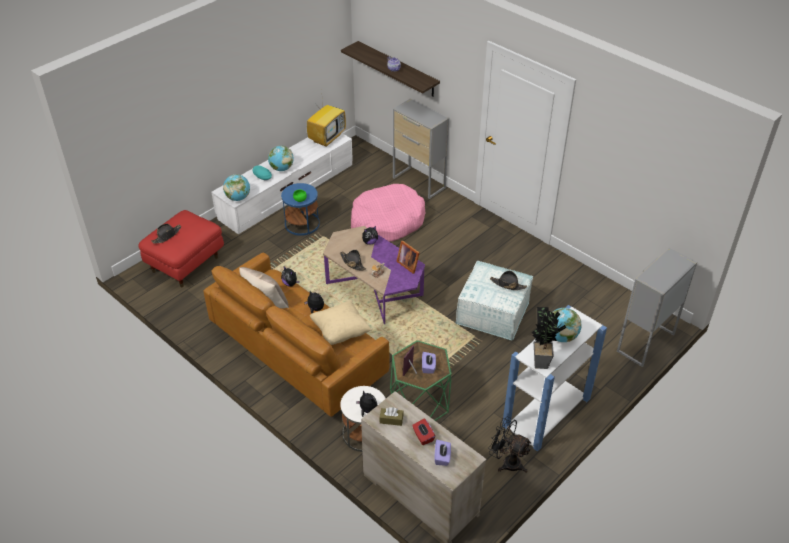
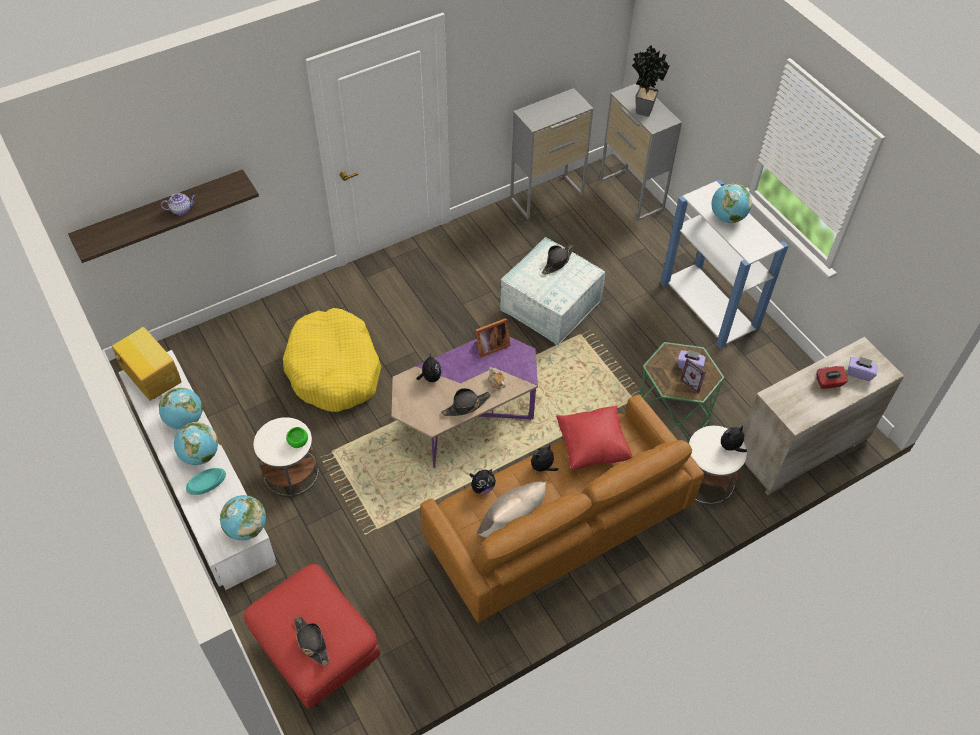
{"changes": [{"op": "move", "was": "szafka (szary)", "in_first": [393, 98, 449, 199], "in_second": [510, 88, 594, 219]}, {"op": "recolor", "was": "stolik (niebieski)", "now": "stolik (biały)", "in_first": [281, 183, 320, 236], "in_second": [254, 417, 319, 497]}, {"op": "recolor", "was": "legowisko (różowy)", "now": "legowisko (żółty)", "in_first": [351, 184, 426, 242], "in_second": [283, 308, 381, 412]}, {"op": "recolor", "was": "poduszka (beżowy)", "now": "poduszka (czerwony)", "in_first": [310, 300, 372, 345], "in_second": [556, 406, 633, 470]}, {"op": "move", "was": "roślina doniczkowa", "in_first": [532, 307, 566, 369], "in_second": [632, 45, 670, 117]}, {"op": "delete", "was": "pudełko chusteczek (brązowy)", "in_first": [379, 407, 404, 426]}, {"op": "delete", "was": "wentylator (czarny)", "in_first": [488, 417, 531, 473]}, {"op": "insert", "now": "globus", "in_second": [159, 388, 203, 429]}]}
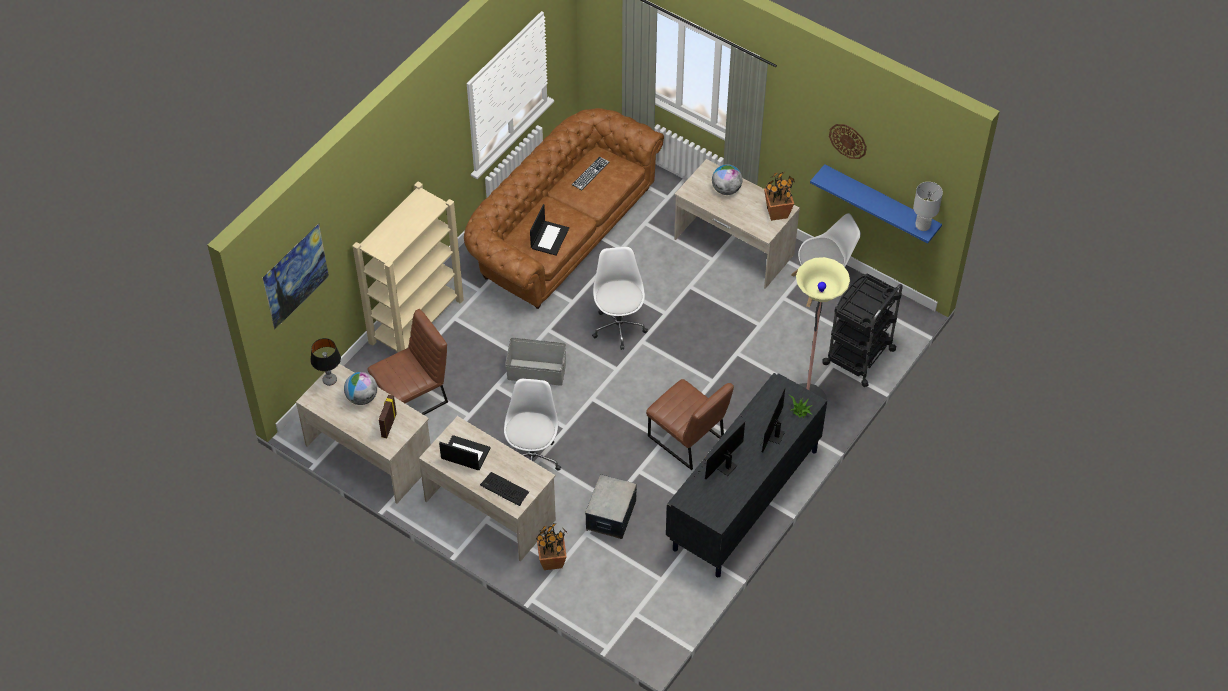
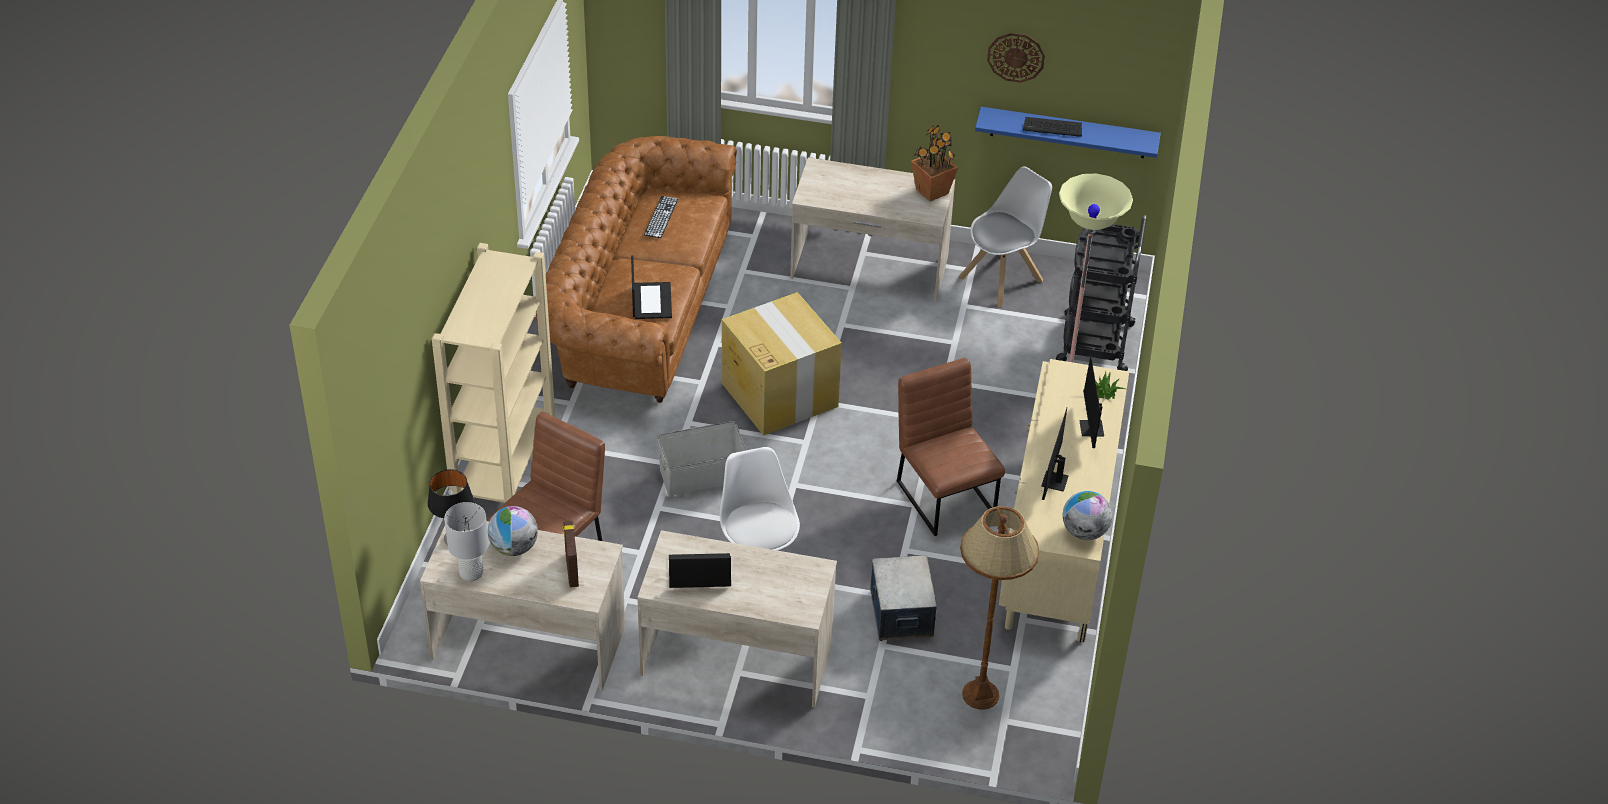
{"changes": [{"op": "move", "was": "globus", "in_first": [712, 164, 742, 195], "in_second": [1063, 491, 1112, 540]}, {"op": "move", "was": "lampa stołowa (szary)", "in_first": [913, 182, 943, 231], "in_second": [444, 502, 489, 581]}, {"op": "delete", "was": "obraz", "in_first": [263, 224, 329, 330]}, {"op": "replace", "was": "krzesło biurowe (biały)", "now": "karton", "in_first": [592, 247, 648, 350], "in_second": [722, 292, 842, 436]}, {"op": "recolor", "was": "szafka (czarny)", "now": "szafka (beżowy)", "in_first": [666, 373, 827, 577], "in_second": [999, 359, 1129, 643]}, {"op": "rotate", "was": "krzesło (brązowy)", "in_first": [646, 379, 734, 470], "in_second": [897, 358, 1005, 536], "clockwise": -135}, {"op": "move", "was": "klawiatura", "in_first": [480, 472, 529, 506], "in_second": [1023, 117, 1082, 137]}, {"op": "delete", "was": "roślina doniczkowa", "in_first": [536, 523, 567, 570]}, {"op": "insert", "now": "lampa stojąca (brązowy)", "in_second": [960, 506, 1040, 710]}]}
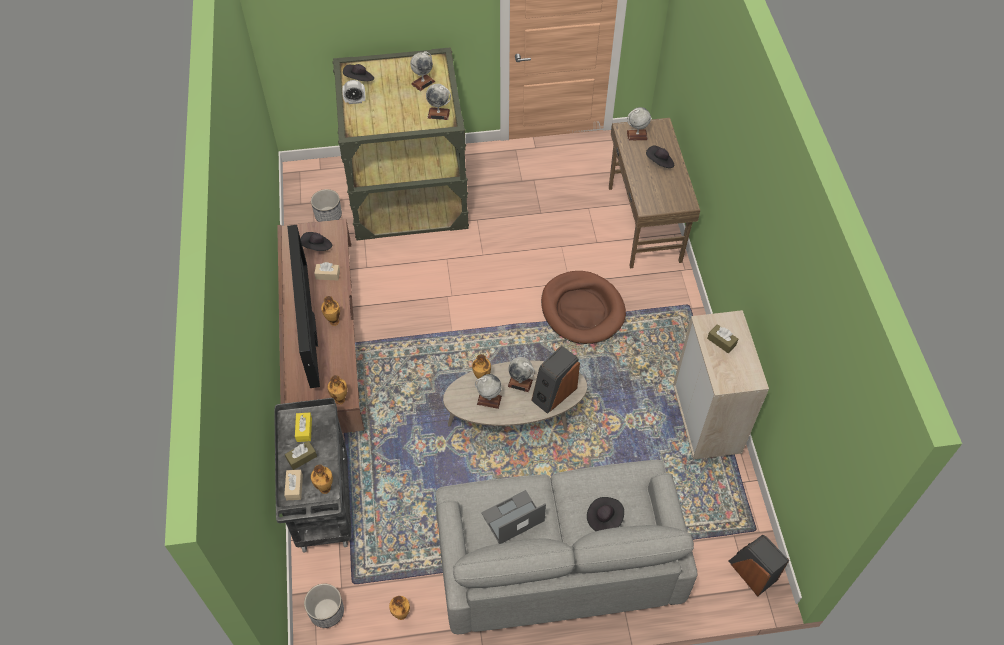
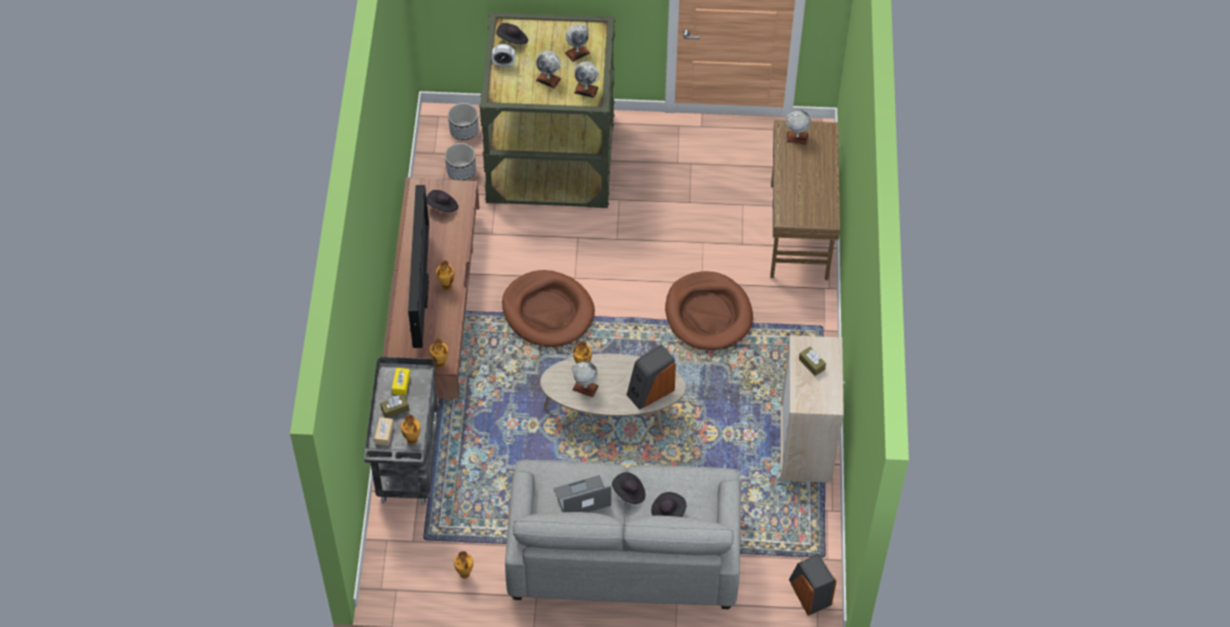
{"changes": [{"op": "move", "was": "kapelusz (czarny)", "in_first": [646, 145, 674, 168], "in_second": [612, 472, 645, 504]}, {"op": "delete", "was": "pudełko chusteczek (beżowy)", "in_first": [314, 262, 340, 280]}, {"op": "move", "was": "globus", "in_first": [508, 357, 535, 392], "in_second": [536, 51, 561, 88]}, {"op": "move", "was": "donica", "in_first": [304, 584, 344, 628], "in_second": [448, 103, 479, 140]}, {"op": "insert", "now": "legowisko (brązowy)", "in_second": [502, 270, 595, 347]}]}
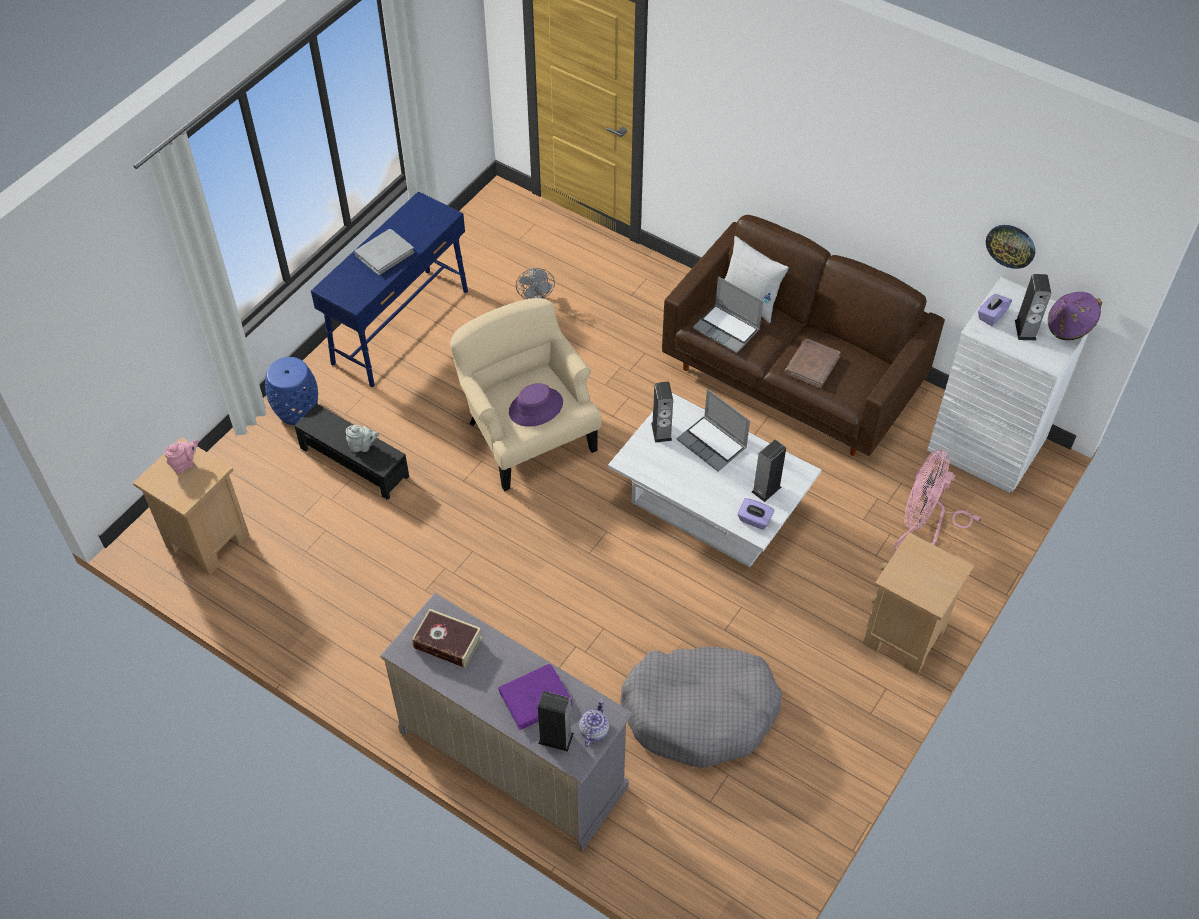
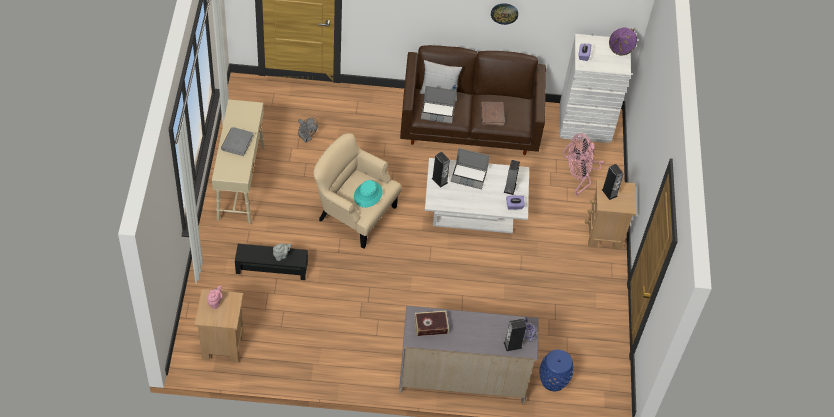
{"changes": [{"op": "recolor", "was": "stolik konsolowy (niebieski)", "now": "stolik konsolowy (beżowy)", "in_first": [311, 191, 468, 387], "in_second": [212, 99, 265, 223]}, {"op": "move", "was": "zegar ścienny", "in_first": [986, 225, 1035, 269], "in_second": [491, 3, 518, 25]}, {"op": "move", "was": "głośnik", "in_first": [1015, 274, 1051, 340], "in_second": [601, 164, 624, 200]}, {"op": "move", "was": "stołek (niebieski)", "in_first": [265, 357, 318, 425], "in_second": [540, 349, 574, 391]}, {"op": "recolor", "was": "kapelusz (fioletowy)", "now": "kapelusz (turkusowy)", "in_first": [509, 383, 563, 427], "in_second": [354, 180, 383, 208]}, {"op": "delete", "was": "legowisko (szary)", "in_first": [620, 646, 782, 768]}, {"op": "delete", "was": "książka (fioletowy)", "in_first": [498, 664, 572, 730]}]}
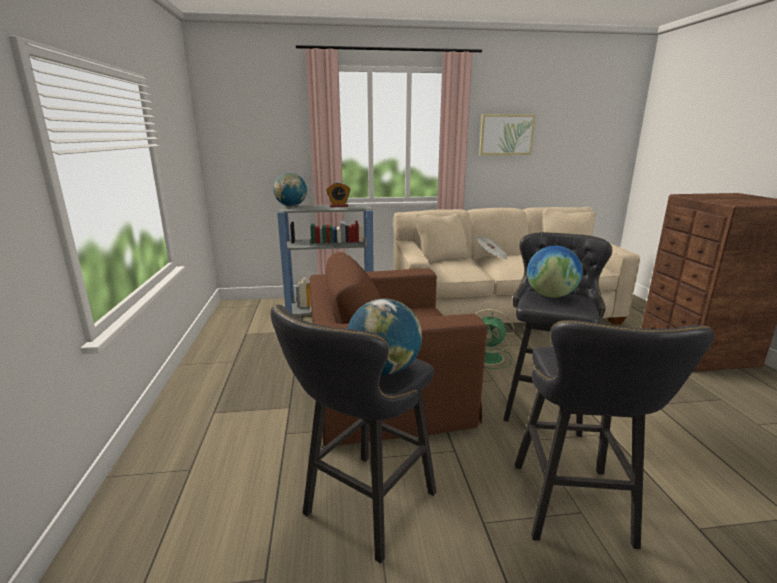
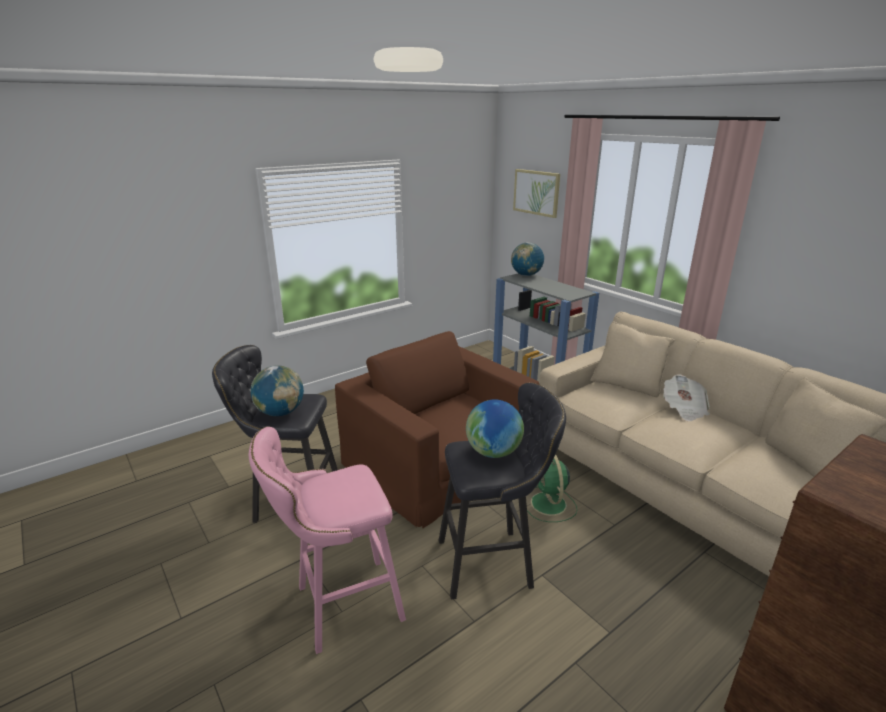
{"changes": [{"op": "move", "was": "obraz", "in_first": [479, 114, 535, 155], "in_second": [513, 169, 560, 218]}, {"op": "delete", "was": "budzik", "in_first": [326, 182, 350, 207]}, {"op": "recolor", "was": "stołek (czarny)", "now": "stołek (różowy)", "in_first": [515, 320, 714, 549], "in_second": [249, 426, 406, 654]}]}
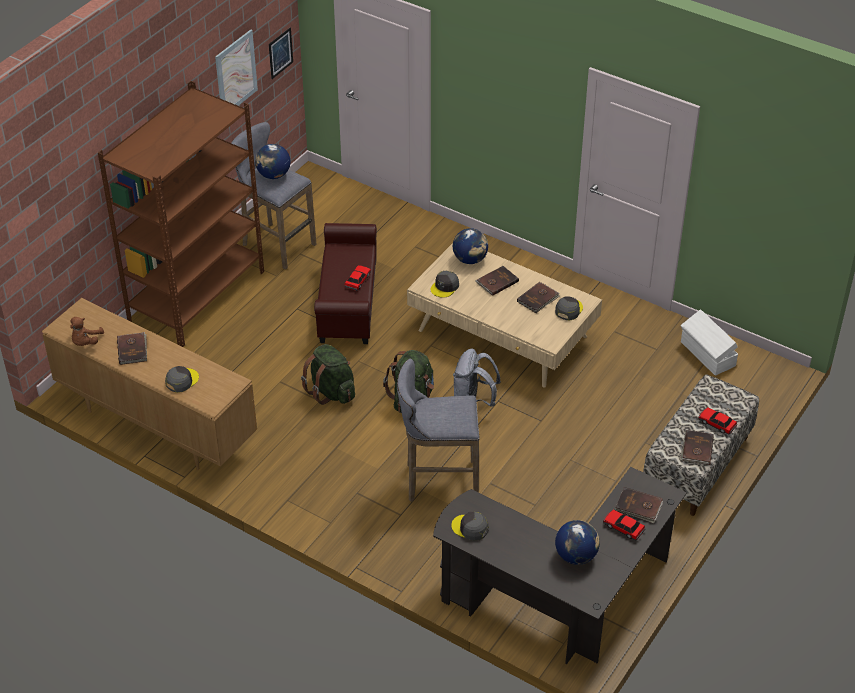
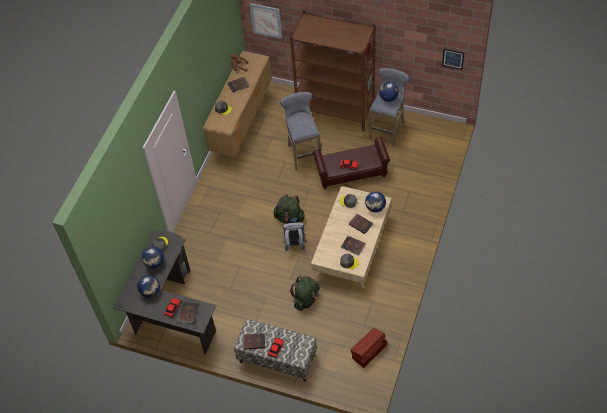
{"changes": [{"op": "move", "was": "obraz", "in_first": [215, 29, 258, 106], "in_second": [250, 3, 282, 39]}, {"op": "recolor", "was": "pojemnik do przechowywania (biały)", "now": "pojemnik do przechowywania (brązowy)", "in_first": [681, 309, 738, 376], "in_second": [351, 328, 387, 368]}, {"op": "move", "was": "plecak (zielony)", "in_first": [301, 344, 355, 405], "in_second": [290, 275, 320, 311]}, {"op": "move", "was": "stołek (szary)", "in_first": [397, 359, 480, 502], "in_second": [280, 92, 321, 171]}, {"op": "insert", "now": "globus", "in_second": [142, 247, 164, 269]}]}
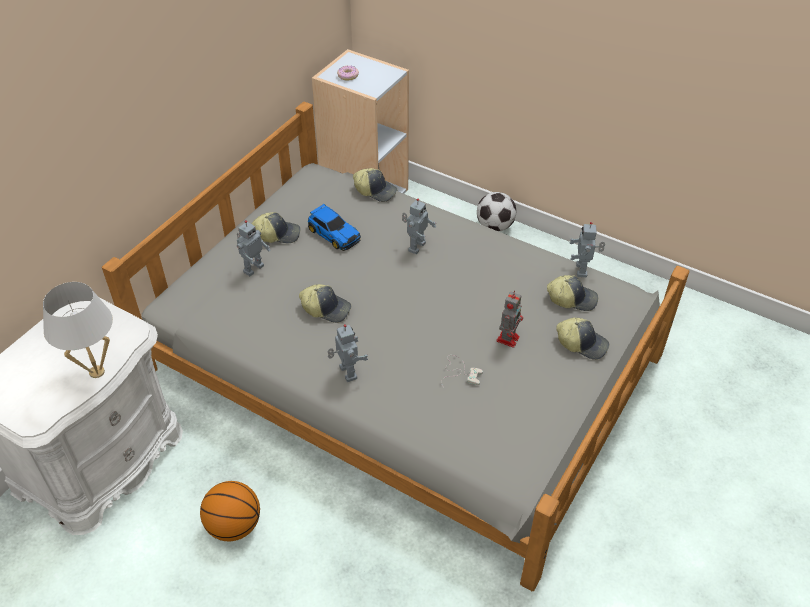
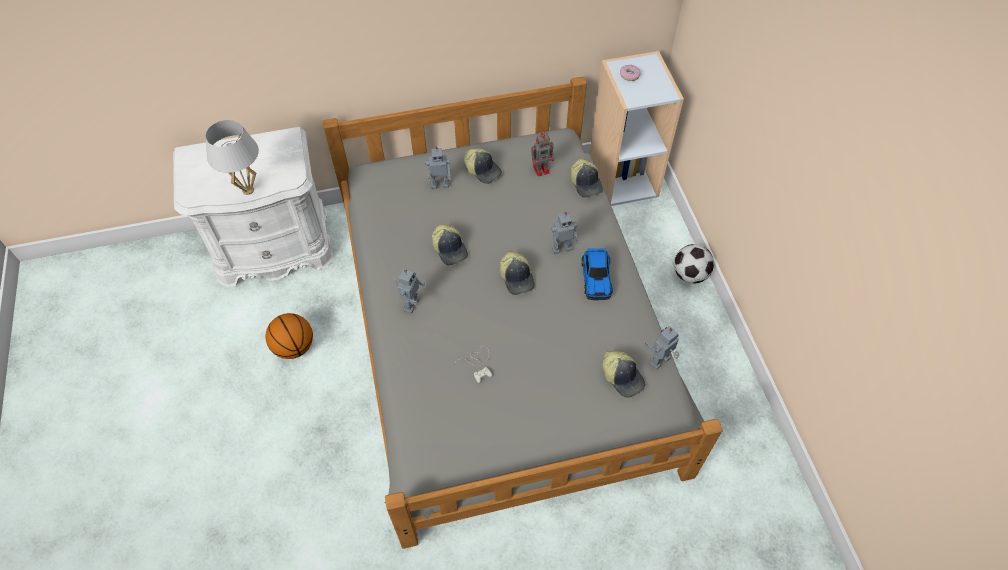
{"changes": [{"op": "move", "was": "samochodzik", "in_first": [308, 204, 361, 251], "in_second": [581, 248, 613, 300]}, {"op": "move", "was": "robot zabawkowy", "in_first": [496, 290, 523, 348], "in_second": [531, 131, 554, 176]}, {"op": "move", "was": "czapka z daszkiem", "in_first": [556, 318, 609, 360], "in_second": [500, 251, 535, 295]}]}
